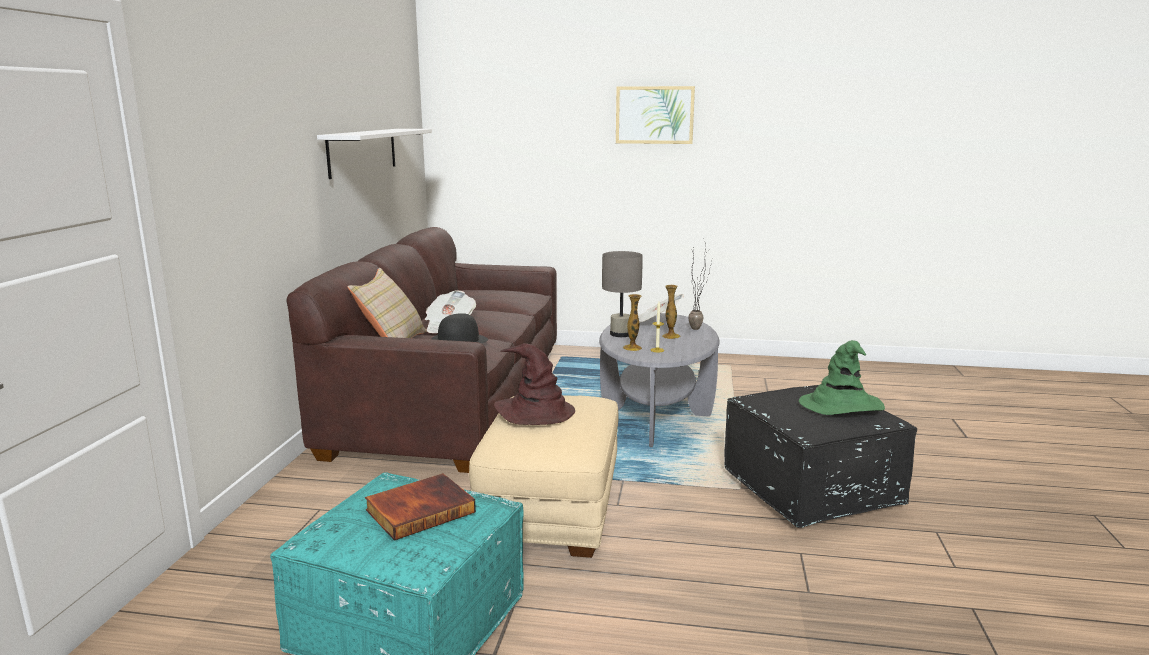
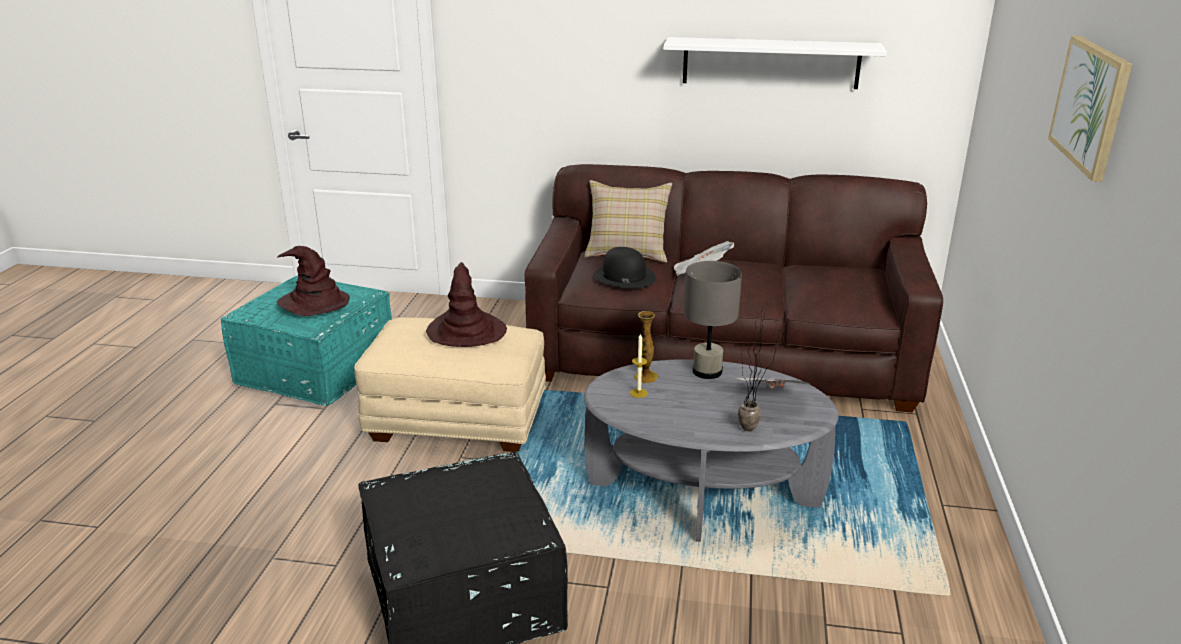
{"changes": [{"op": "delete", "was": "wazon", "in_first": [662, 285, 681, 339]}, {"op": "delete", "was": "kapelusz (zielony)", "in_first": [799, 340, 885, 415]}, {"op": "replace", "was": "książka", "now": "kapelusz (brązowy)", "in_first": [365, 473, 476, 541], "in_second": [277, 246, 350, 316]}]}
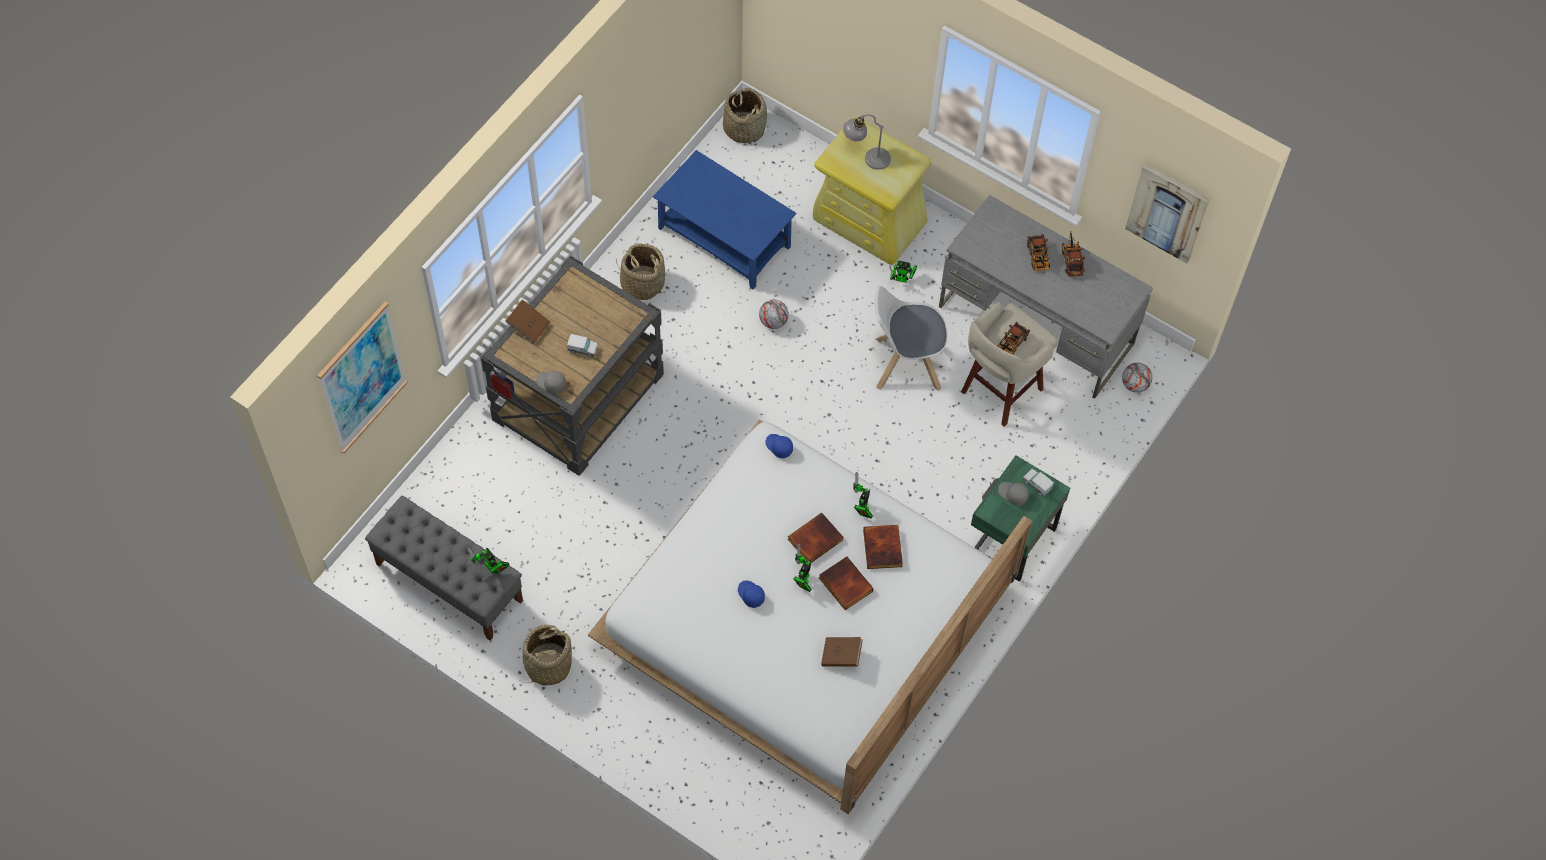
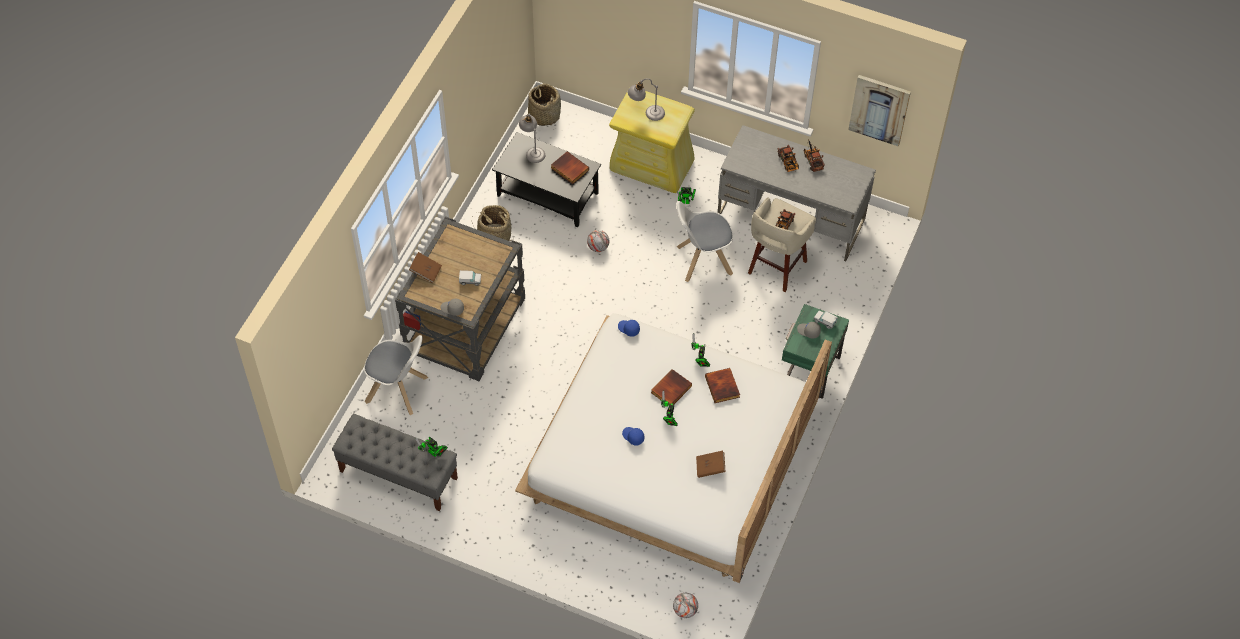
{"changes": [{"op": "recolor", "was": "ława (niebieski)", "now": "ława (czarny)", "in_first": [653, 150, 796, 289], "in_second": [492, 132, 601, 227]}, {"op": "delete", "was": "obraz", "in_first": [317, 301, 408, 454]}, {"op": "move", "was": "piłka futbolowa", "in_first": [1122, 363, 1152, 393], "in_second": [673, 593, 698, 618]}, {"op": "move", "was": "książka", "in_first": [819, 557, 873, 610], "in_second": [551, 151, 589, 184]}, {"op": "delete", "was": "koszyk", "in_first": [521, 624, 572, 686]}, {"op": "insert", "now": "lampa stołowa (szary)", "in_second": [519, 114, 545, 163]}, {"op": "insert", "now": "krzesło", "in_second": [364, 335, 428, 415]}]}
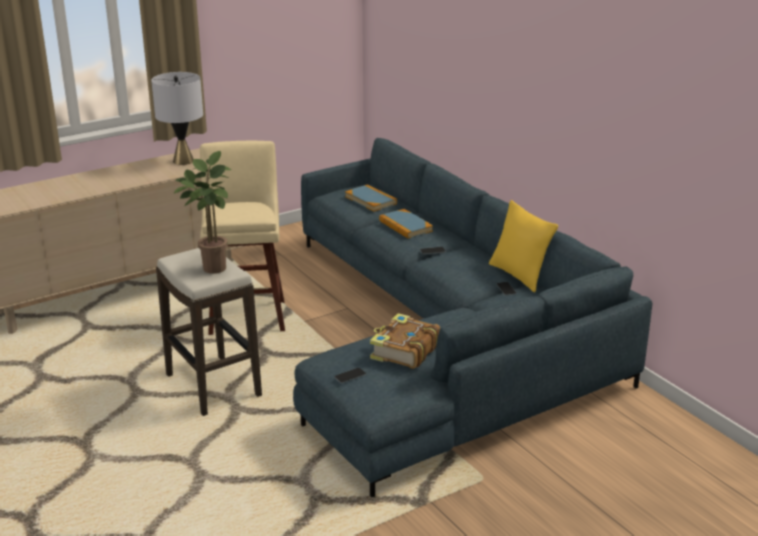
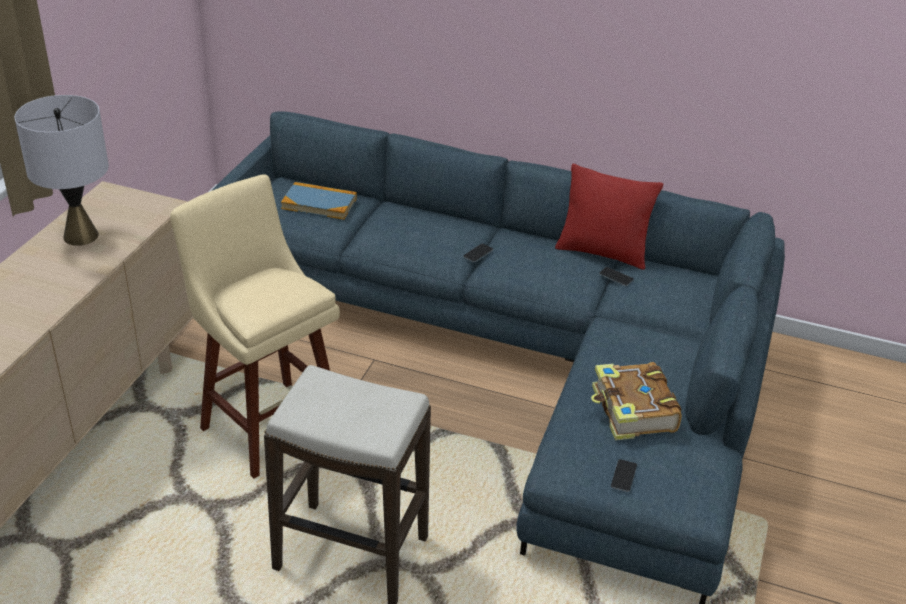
{"changes": [{"op": "delete", "was": "roślina doniczkowa", "in_first": [174, 151, 231, 274]}, {"op": "recolor", "was": "poduszka (żółty)", "now": "poduszka (czerwony)", "in_first": [489, 200, 558, 292], "in_second": [555, 164, 663, 270]}, {"op": "delete", "was": "książka", "in_first": [379, 209, 433, 239]}]}
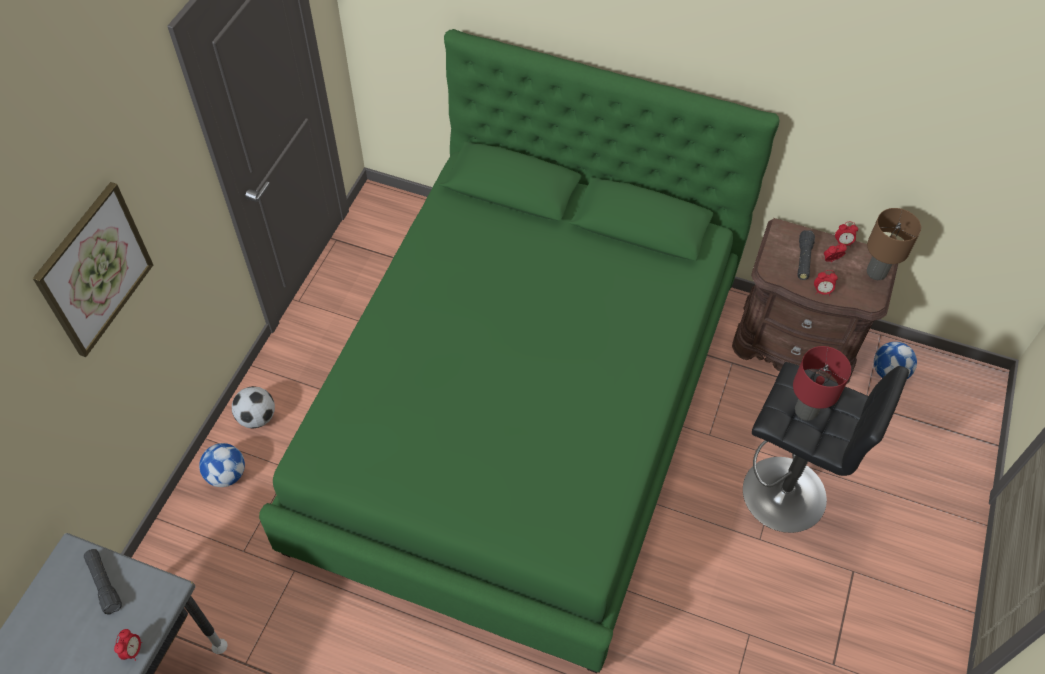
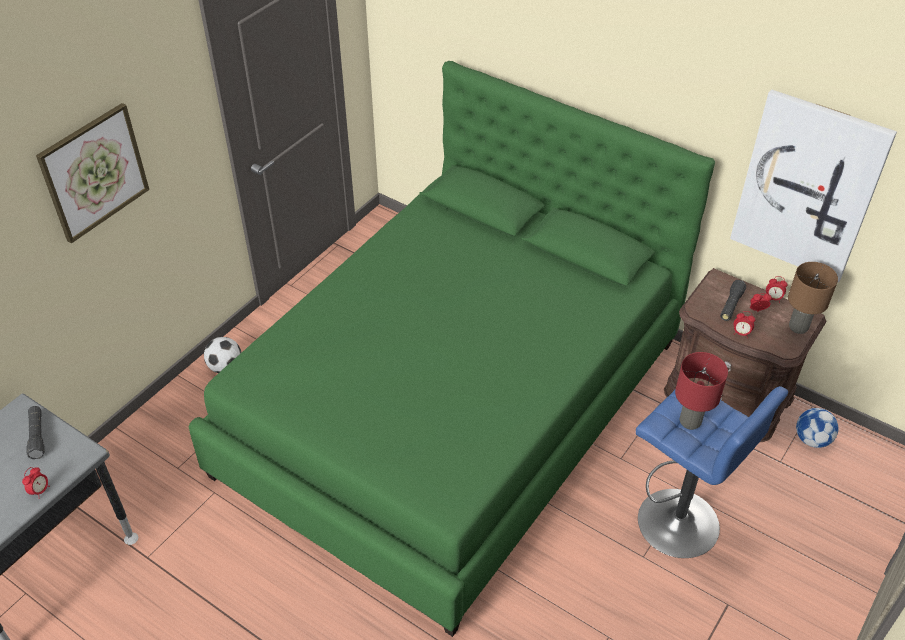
{"changes": [{"op": "recolor", "was": "stołek (czarny)", "now": "stołek (niebieski)", "in_first": [743, 362, 909, 533], "in_second": [636, 386, 788, 558]}, {"op": "delete", "was": "piłka futbolowa", "in_first": [199, 443, 245, 487]}, {"op": "insert", "now": "obraz", "in_second": [730, 89, 897, 283]}]}
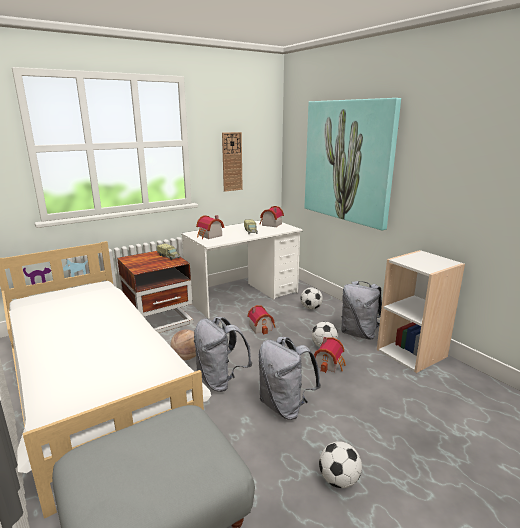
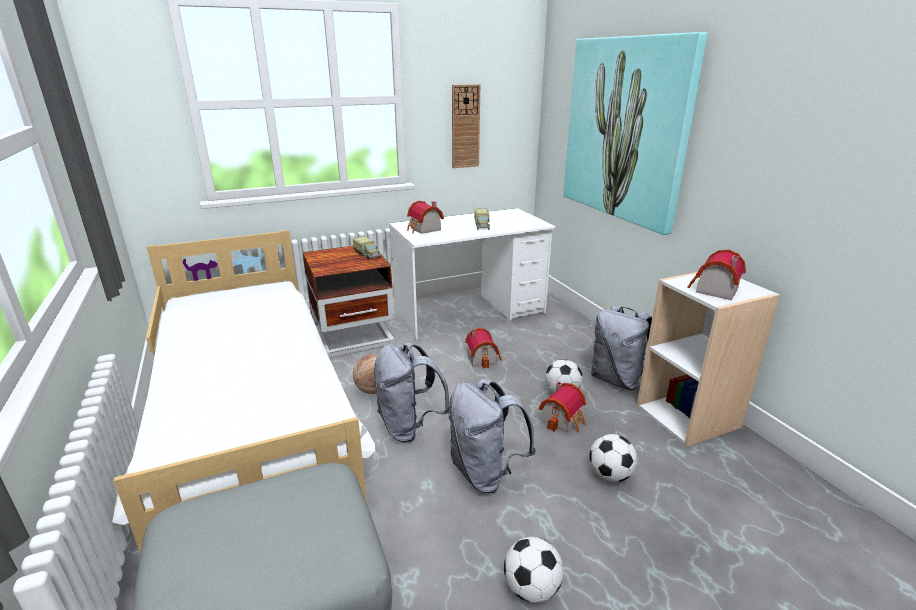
{"changes": [{"op": "move", "was": "domek", "in_first": [260, 206, 284, 227], "in_second": [687, 250, 746, 300]}, {"op": "move", "was": "piłka futbolowa", "in_first": [301, 287, 323, 309], "in_second": [589, 434, 638, 482]}]}
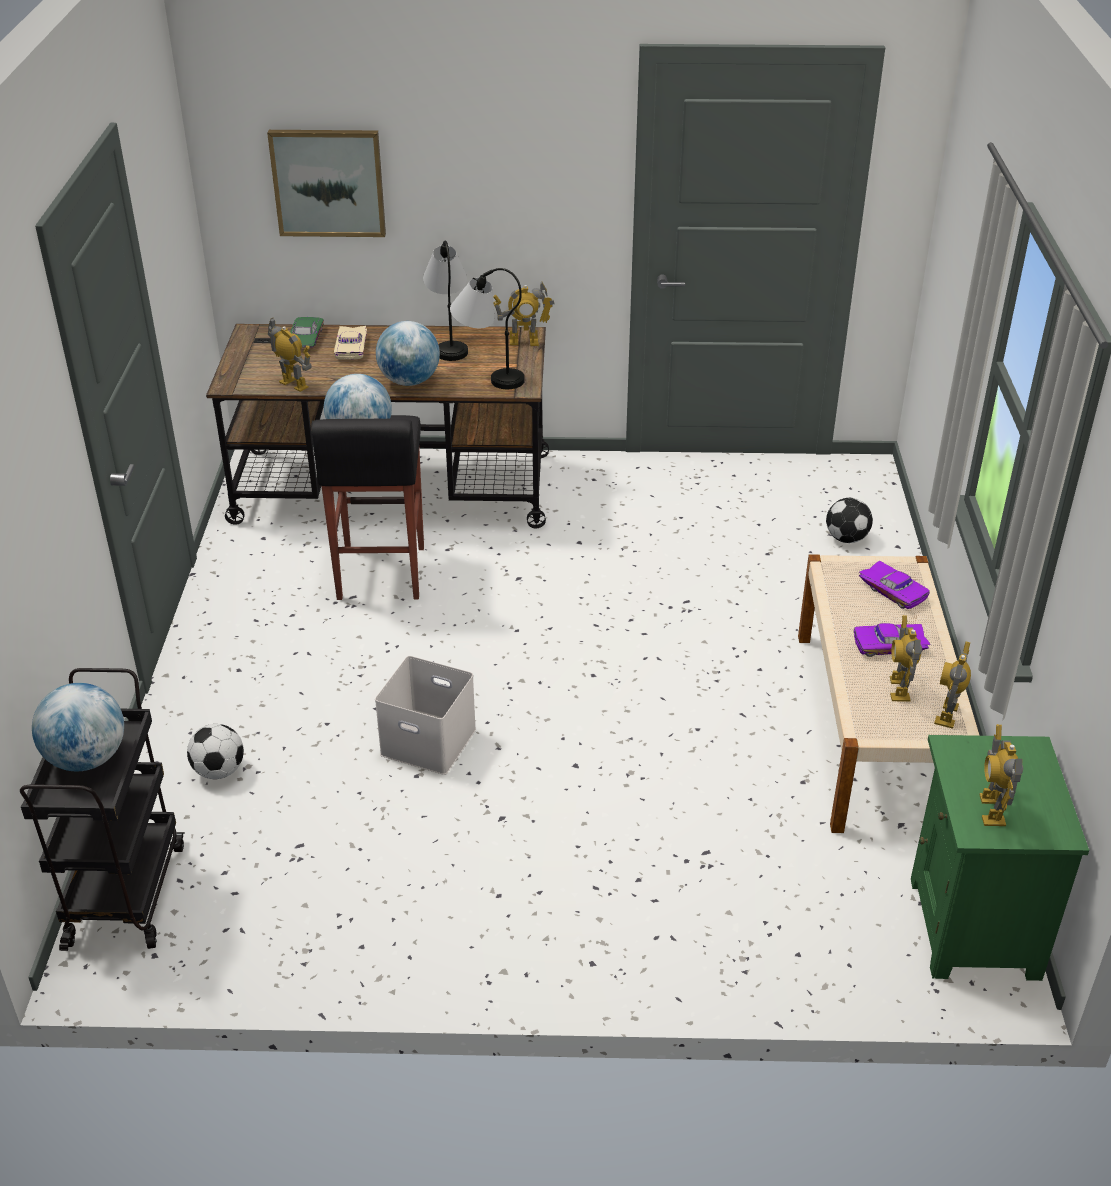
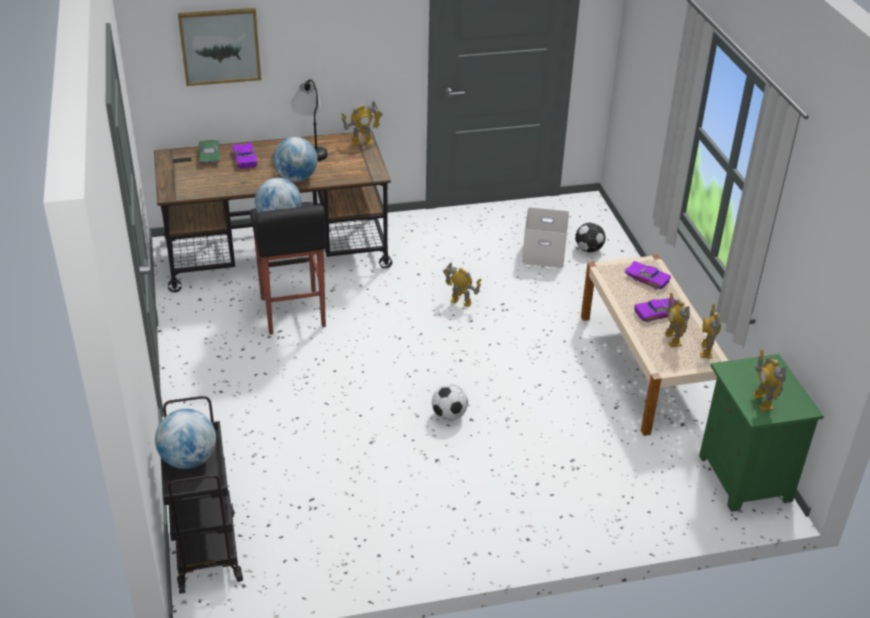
{"changes": [{"op": "delete", "was": "lampa stołowa", "in_first": [450, 268, 525, 389]}, {"op": "move", "was": "robot zabawkowy", "in_first": [268, 317, 312, 392], "in_second": [443, 262, 482, 307]}, {"op": "recolor", "was": "samochodzik (beżowy)", "now": "samochodzik (fioletowy)", "in_first": [334, 326, 367, 360], "in_second": [232, 143, 258, 168]}, {"op": "move", "was": "pojemnik do przechowywania (biały)", "in_first": [375, 656, 476, 775], "in_second": [522, 207, 569, 268]}, {"op": "move", "was": "piłka futbolowa", "in_first": [187, 724, 244, 779], "in_second": [432, 384, 468, 421]}]}
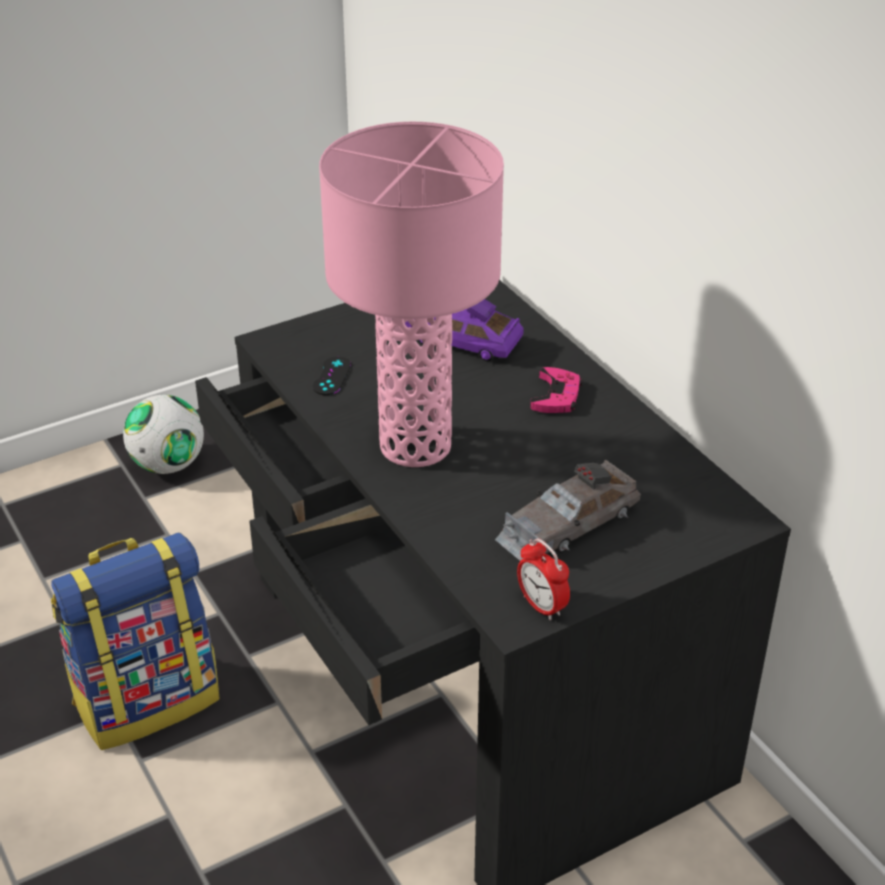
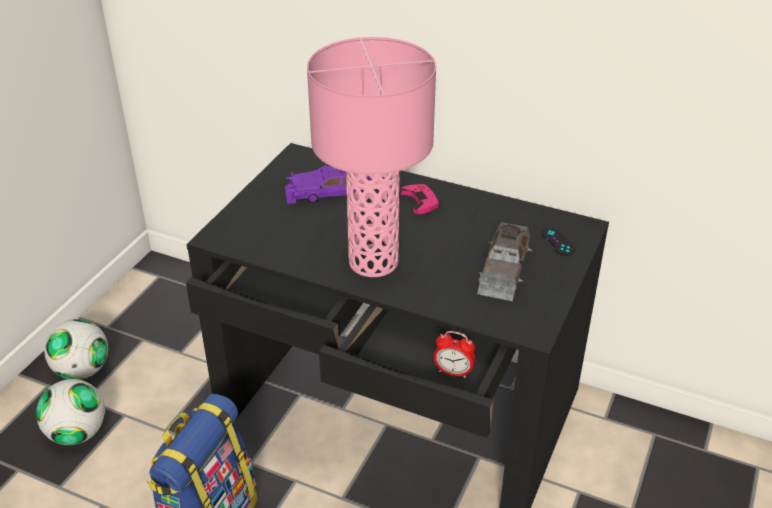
{"changes": [{"op": "move", "was": "pad do gier (czarny)", "in_first": [313, 357, 351, 395], "in_second": [541, 228, 575, 256]}, {"op": "move", "was": "budzik", "in_first": [517, 538, 570, 621], "in_second": [434, 331, 475, 378]}, {"op": "insert", "now": "piłka futbolowa", "in_second": [36, 379, 105, 445]}]}
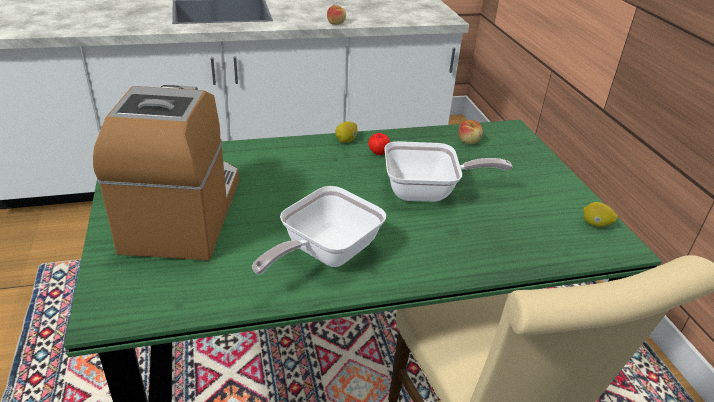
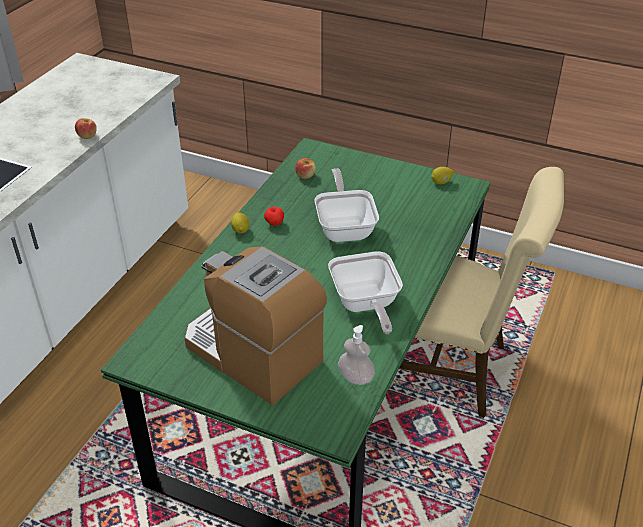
{"changes": [{"op": "rotate", "was": "patelnia", "in_first": [384, 141, 512, 202], "in_second": [315, 168, 379, 242], "clockwise": -45}, {"op": "insert", "now": "dozownik mydła", "in_second": [338, 325, 375, 385]}]}
